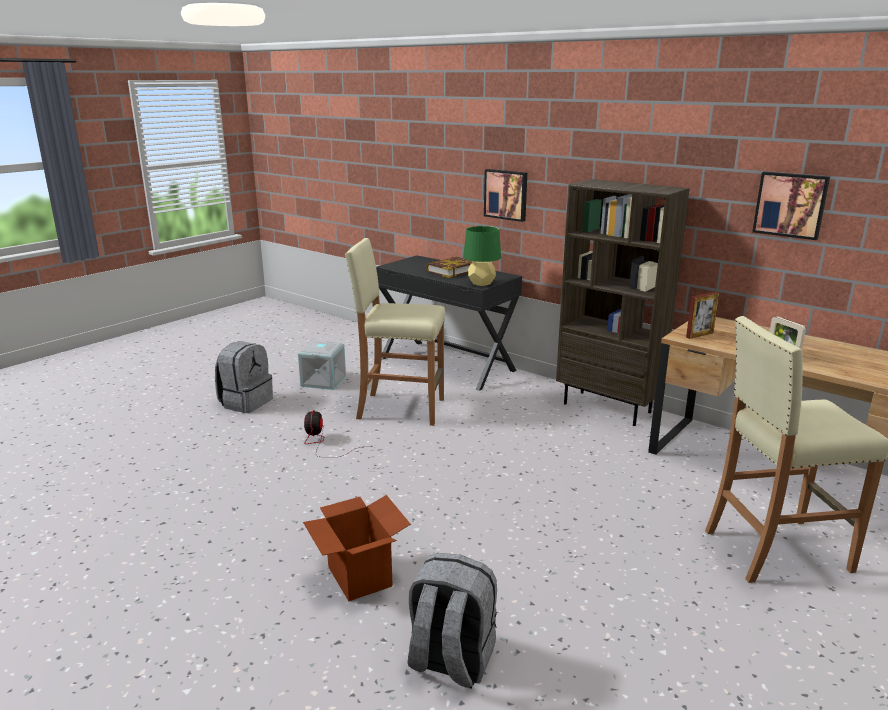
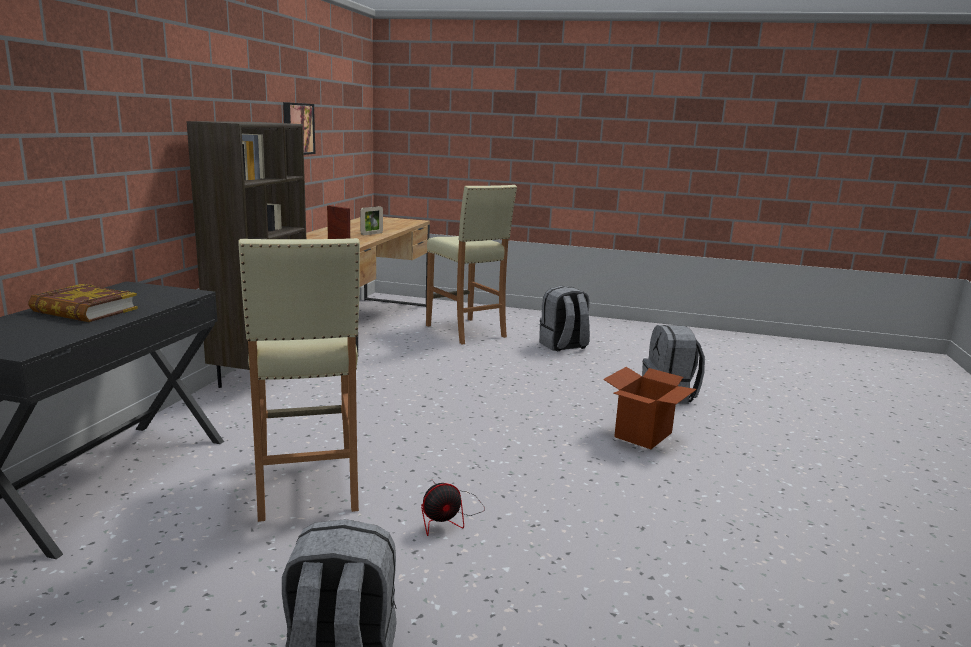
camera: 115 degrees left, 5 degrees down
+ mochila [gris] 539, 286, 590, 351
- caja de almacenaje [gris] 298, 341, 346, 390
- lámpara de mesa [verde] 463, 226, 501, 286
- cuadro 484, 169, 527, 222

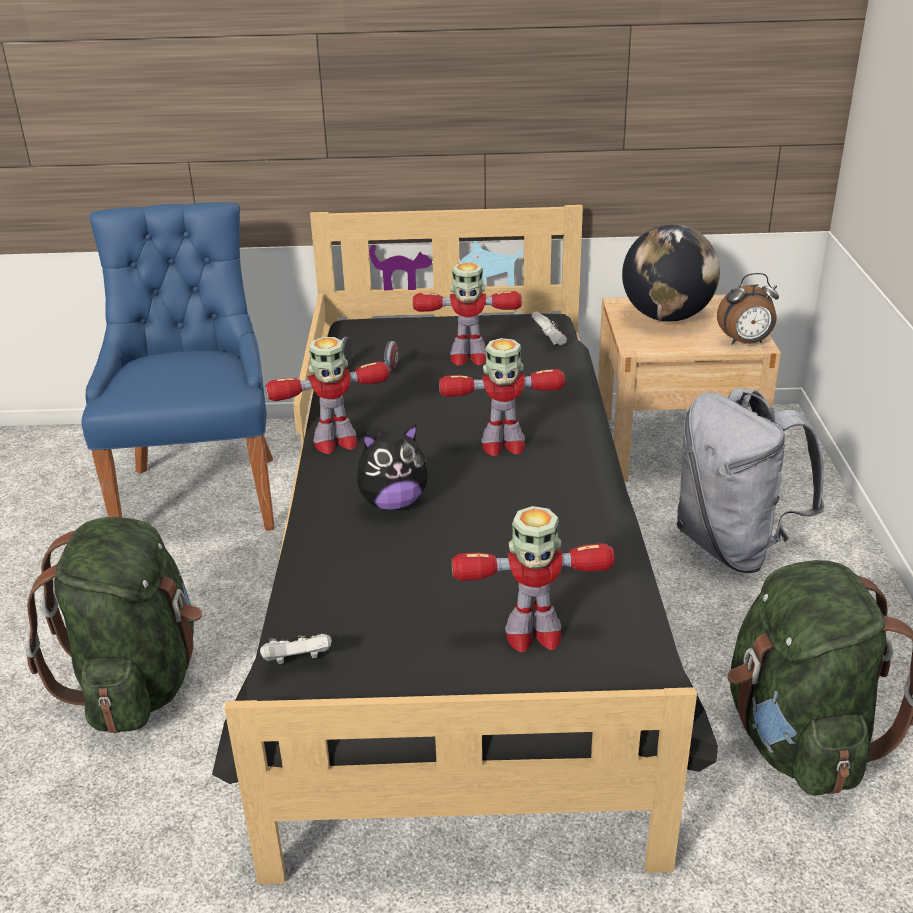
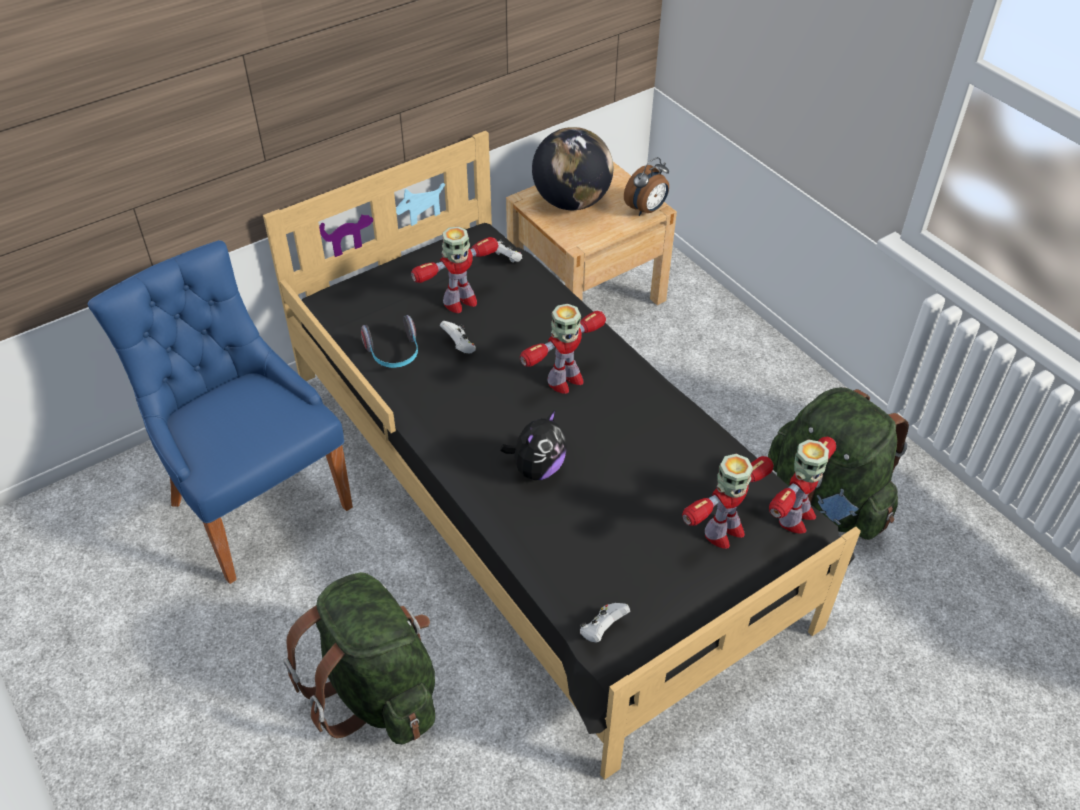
camera: 35 degrees left, 15 degrees up
+ mando de consola [blanco] 440, 321, 476, 353
~ robot de juguete 266, 337, 390, 454 to 769, 437, 836, 533
- mochila [gris] 677, 388, 824, 573

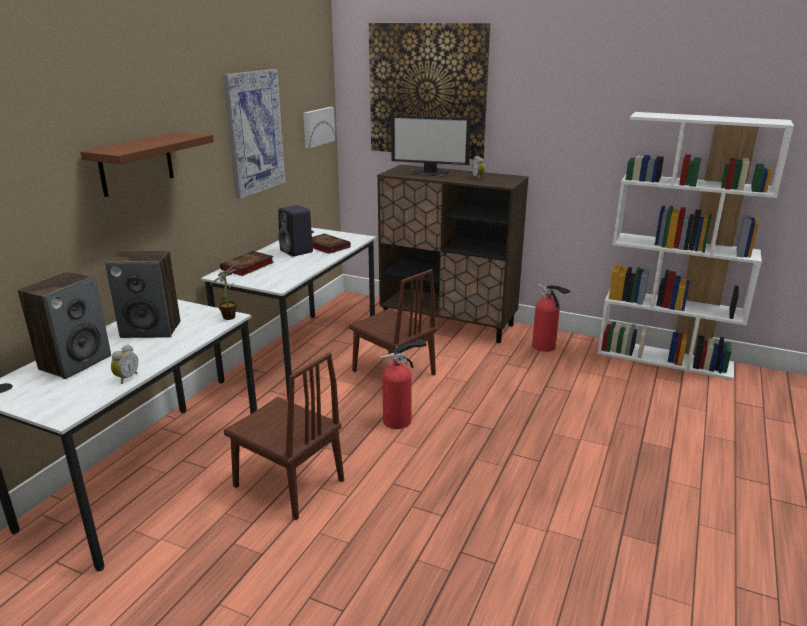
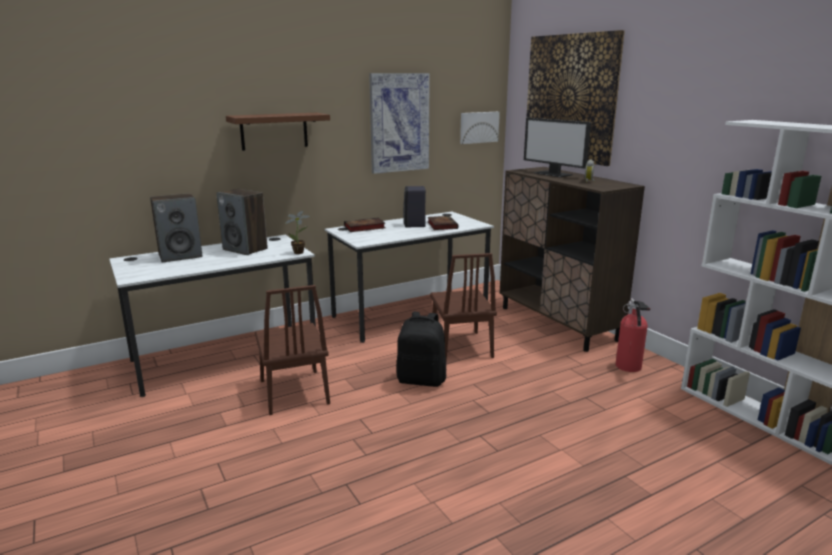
camera: 35 degrees right, 5 degrees down
~ extintor 379, 339, 426, 429 to mochila [negro] 396, 312, 446, 387
- despertador 111, 345, 138, 384

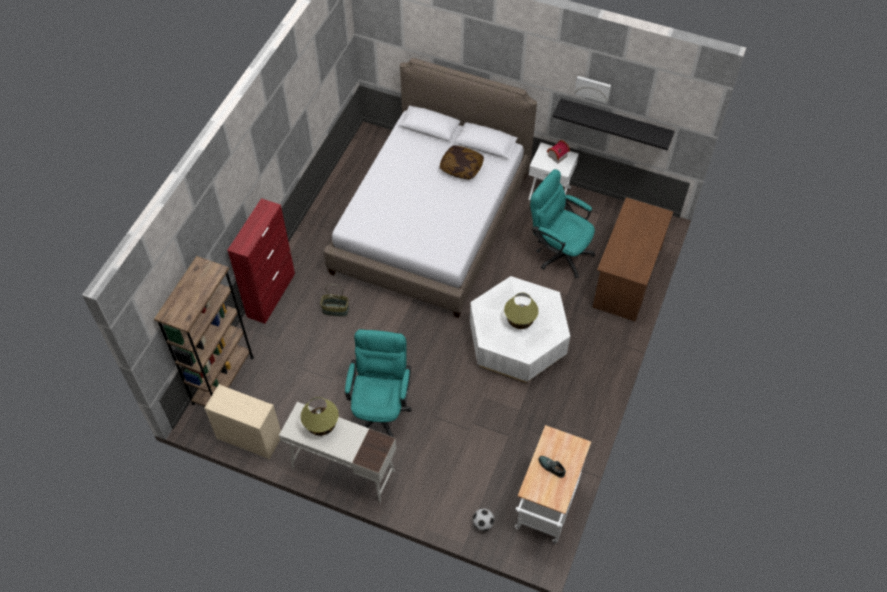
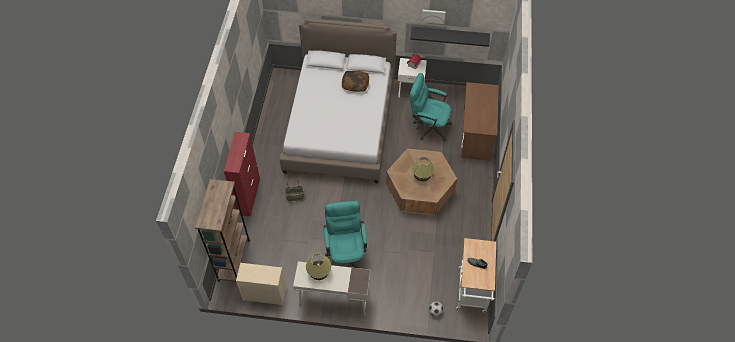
camera: 15 degrees left, 0 degrees up
~ mesa de centro [blanco] 470, 276, 570, 383 to mesa de centro [marrón] 386, 148, 457, 215

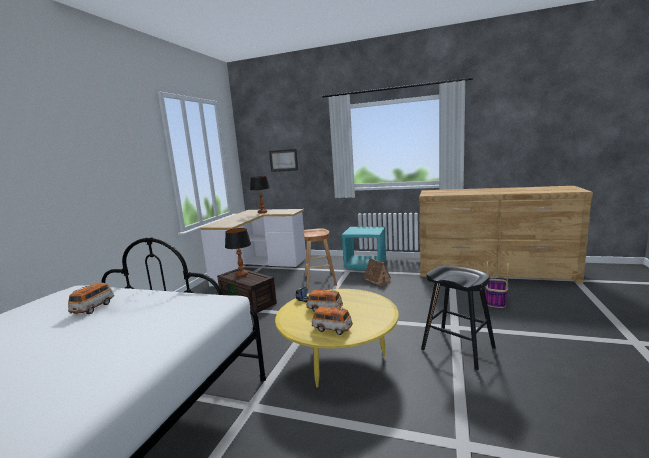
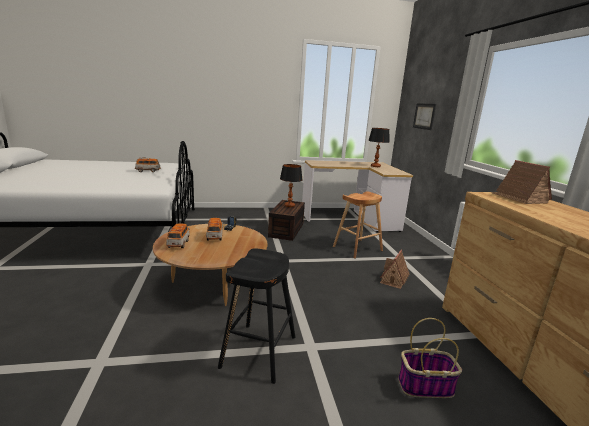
camera: 60 degrees right, 5 degrees up
~ mesa de centro [amarillo] 275, 289, 399, 388 to mesa de centro [marrón] 153, 224, 267, 306
+ casita 494, 160, 552, 204
- mesita de noche [turquesa] 342, 227, 386, 271

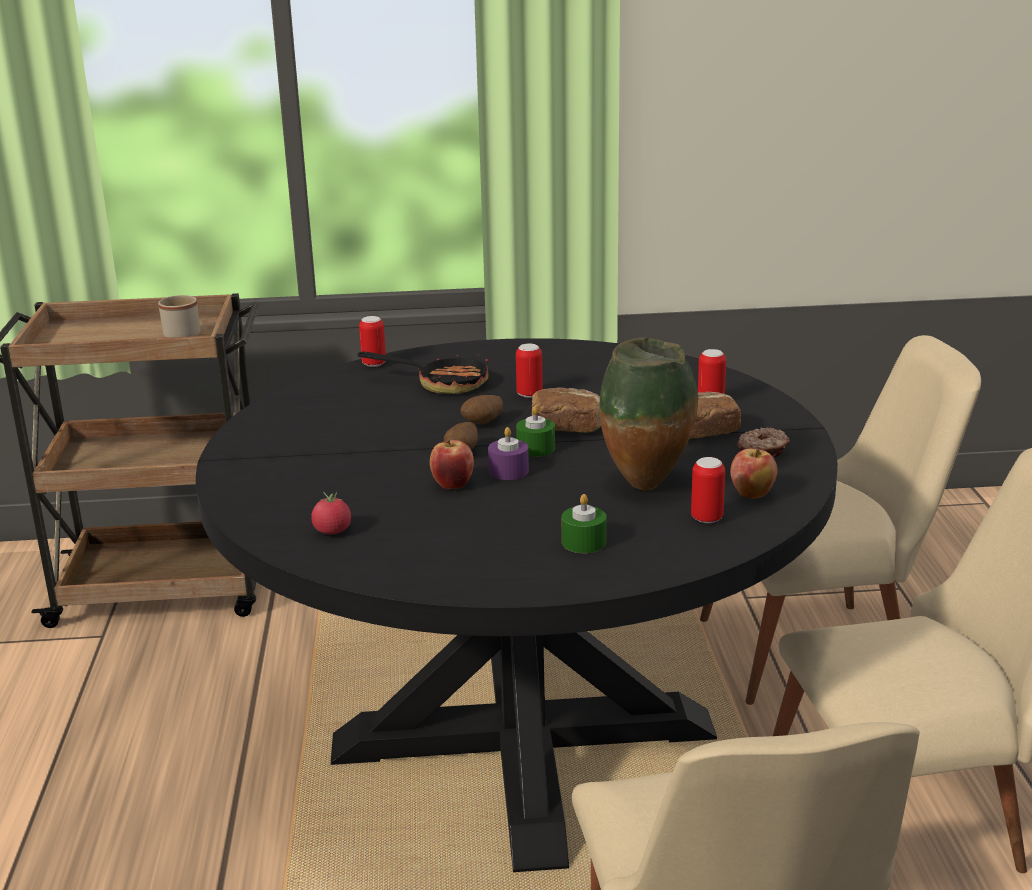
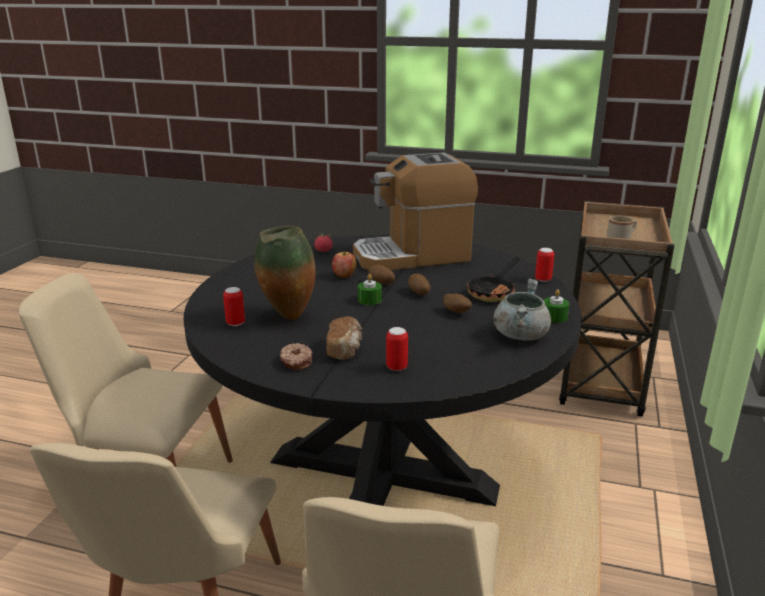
camera: 110 degrees right, 0 degrees up
+ cafetera 353, 153, 478, 270
~ lata 516, 343, 543, 398 to patata 443, 294, 472, 313
+ olla [gris] 493, 279, 551, 341
~ vela [verde] 562, 494, 606, 553 to 544, 289, 569, 323
- vela [morado] 488, 427, 529, 480
- pan 532, 388, 601, 433
- manzana 730, 448, 778, 499

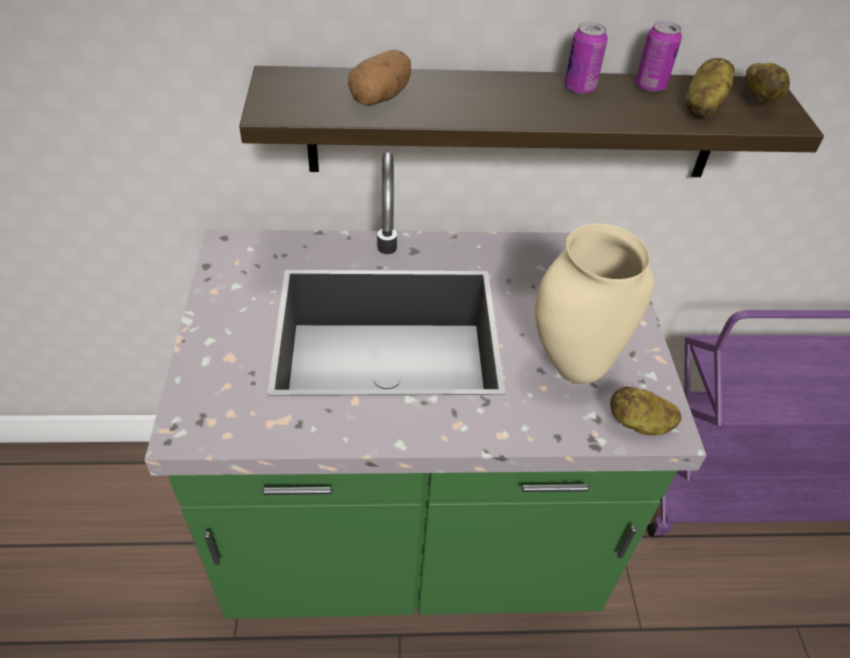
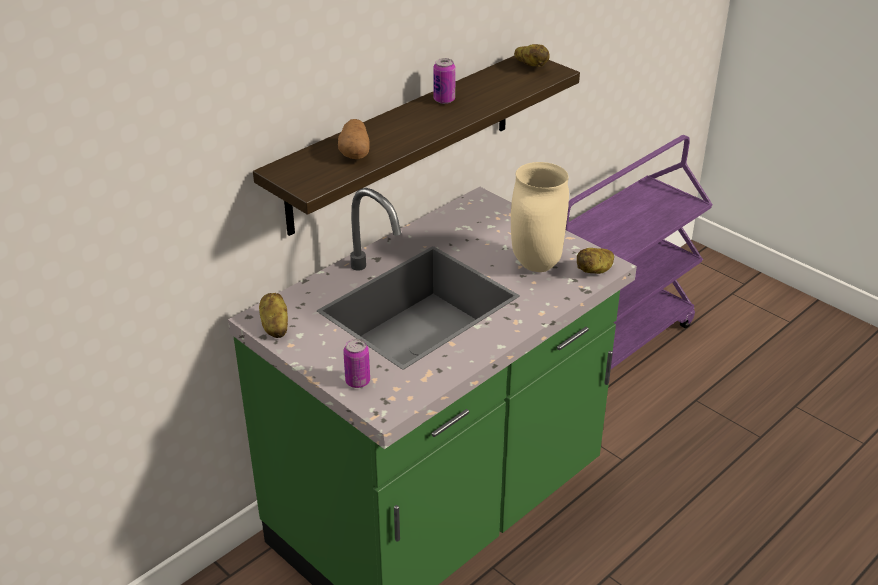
camera: 40 degrees left, 10 degrees down
~ patata 686, 58, 735, 118 to 259, 293, 288, 338
~ lata 635, 21, 682, 92 to 343, 339, 370, 388

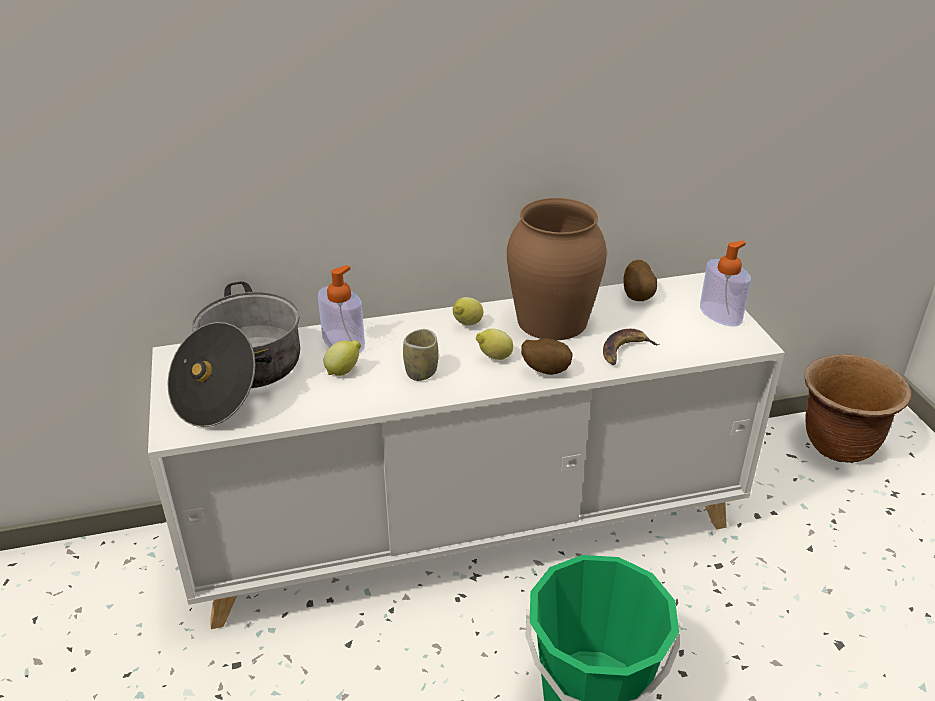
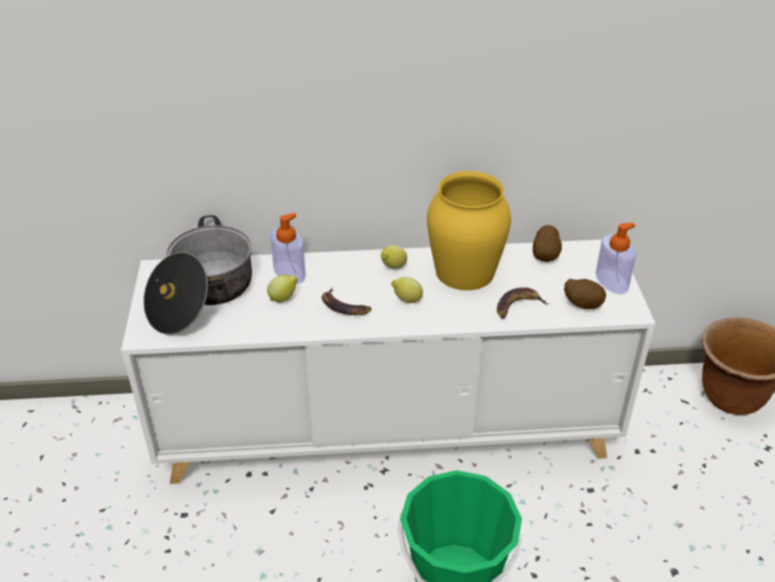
camera: 10 degrees right, 5 degrees up
~ taza 403, 329, 439, 381 to plátano 322, 288, 372, 315
~ florero [marrón] 507, 198, 607, 340 to florero [amarillo] 427, 171, 511, 290
~ patata 521, 338, 573, 375 to 564, 279, 606, 309

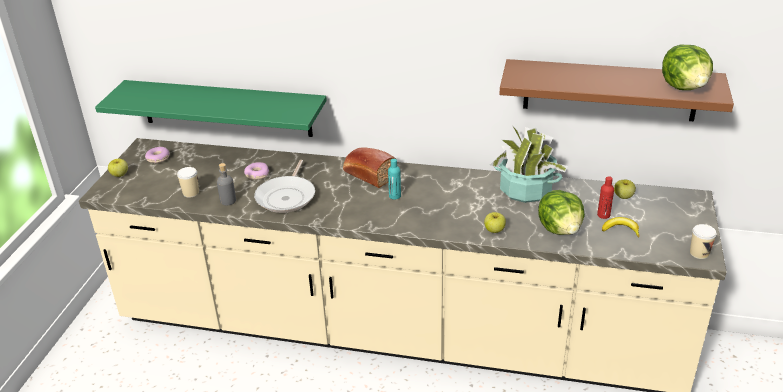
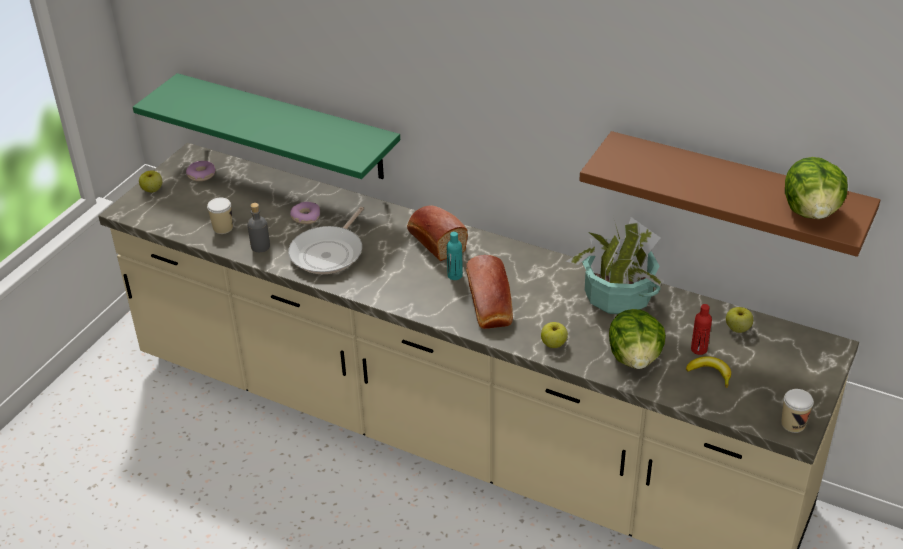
camera: 15 degrees right, 5 degrees up
+ pan 466, 255, 513, 329

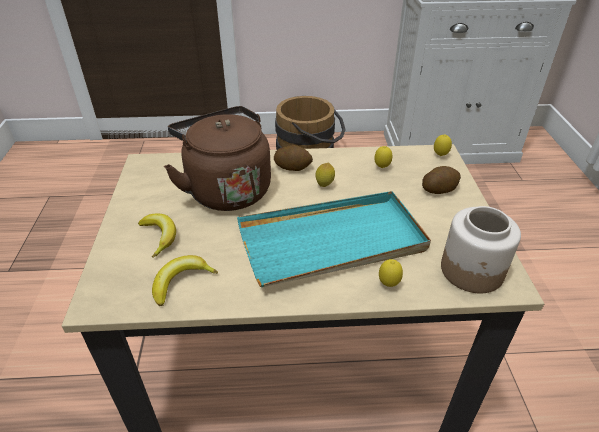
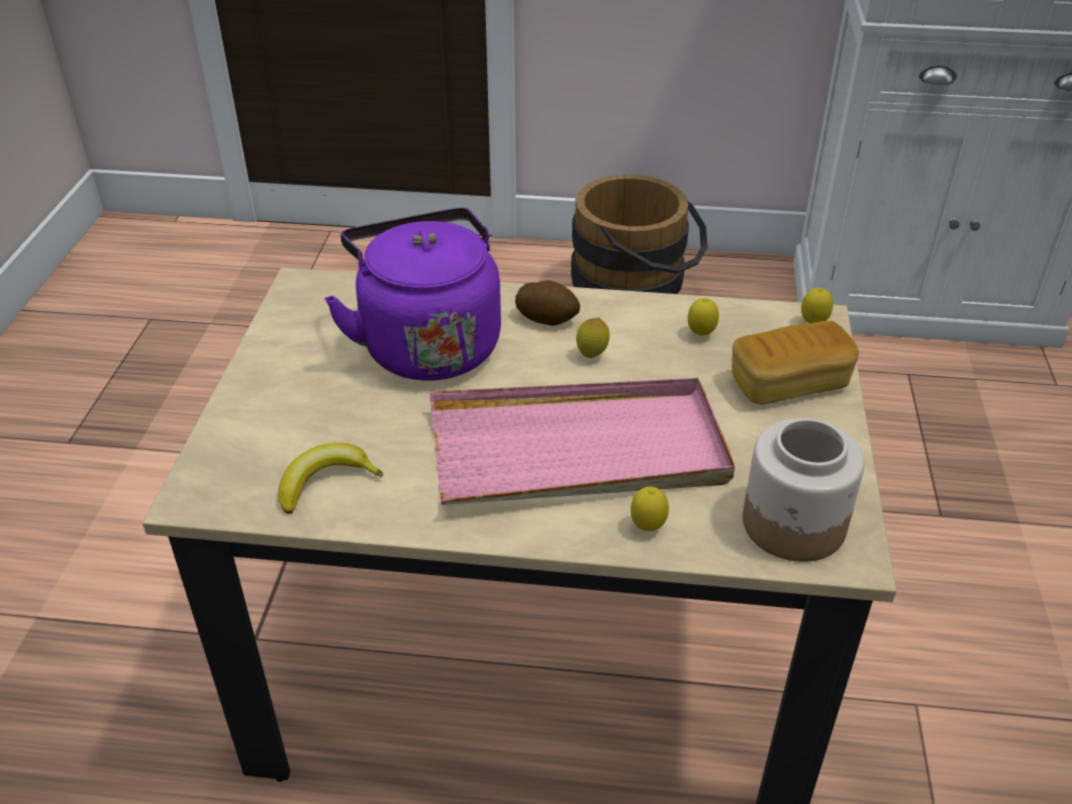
camera: 10 degrees right, 0 degrees up
~ hervidor [marrón] 164, 106, 271, 211 to hervidor [morado] 324, 208, 501, 381
~ bandeja [turquesa] 237, 191, 431, 287 to bandeja [rosa] 430, 378, 735, 505
~ patata 422, 166, 461, 194 to pan 732, 321, 859, 405
- plátano 138, 214, 176, 258

